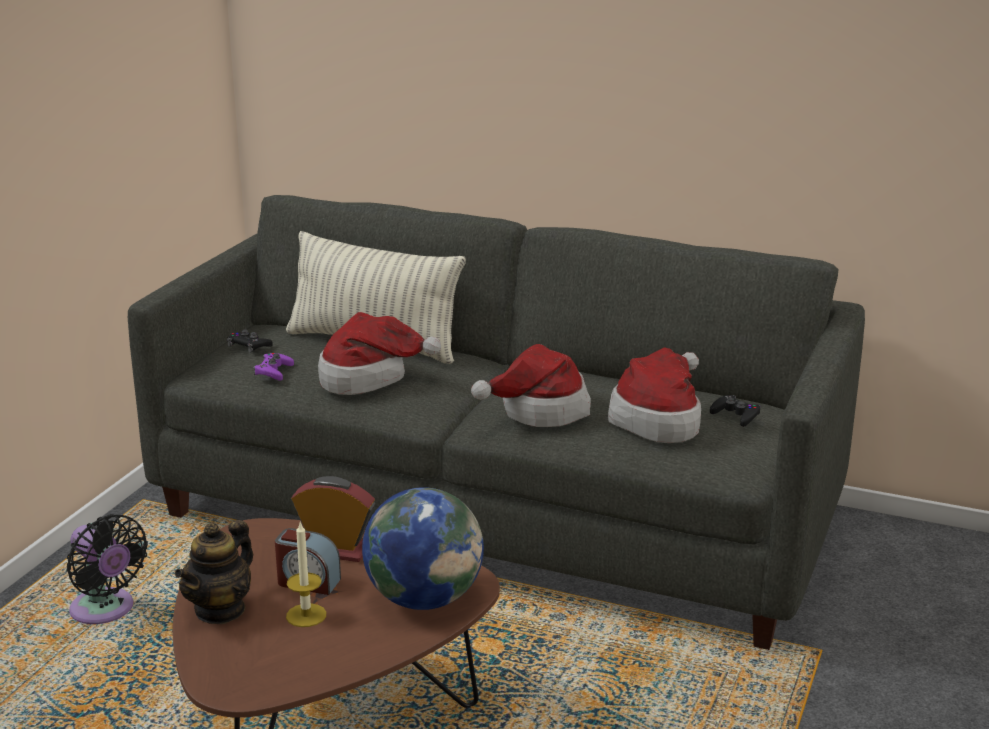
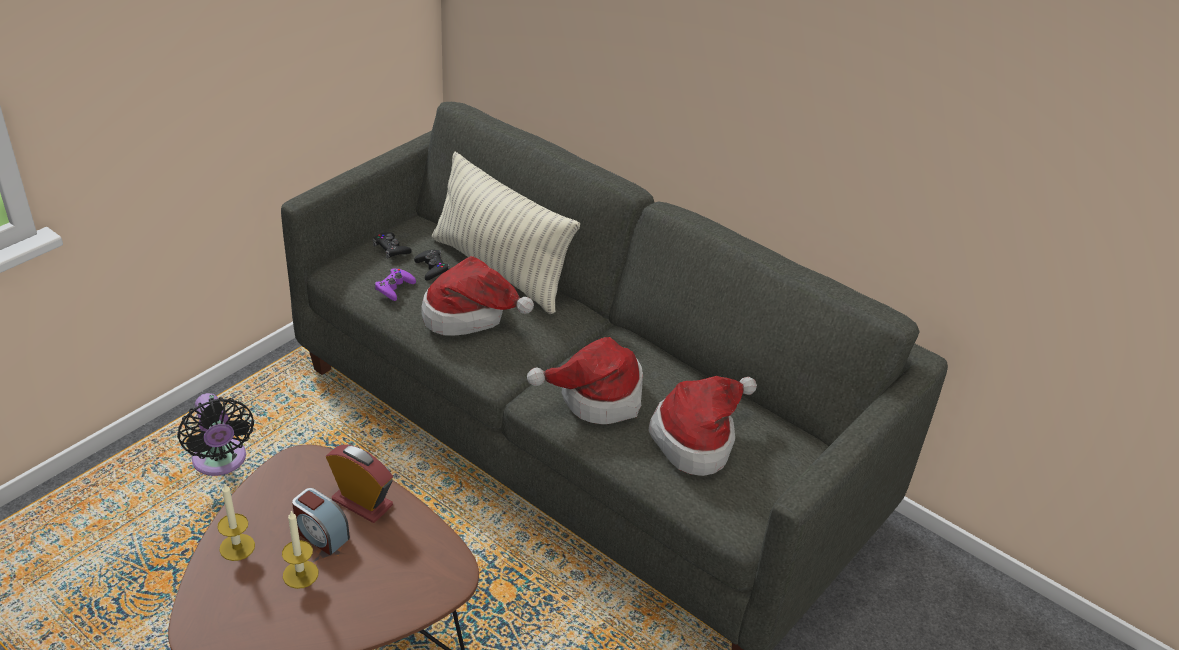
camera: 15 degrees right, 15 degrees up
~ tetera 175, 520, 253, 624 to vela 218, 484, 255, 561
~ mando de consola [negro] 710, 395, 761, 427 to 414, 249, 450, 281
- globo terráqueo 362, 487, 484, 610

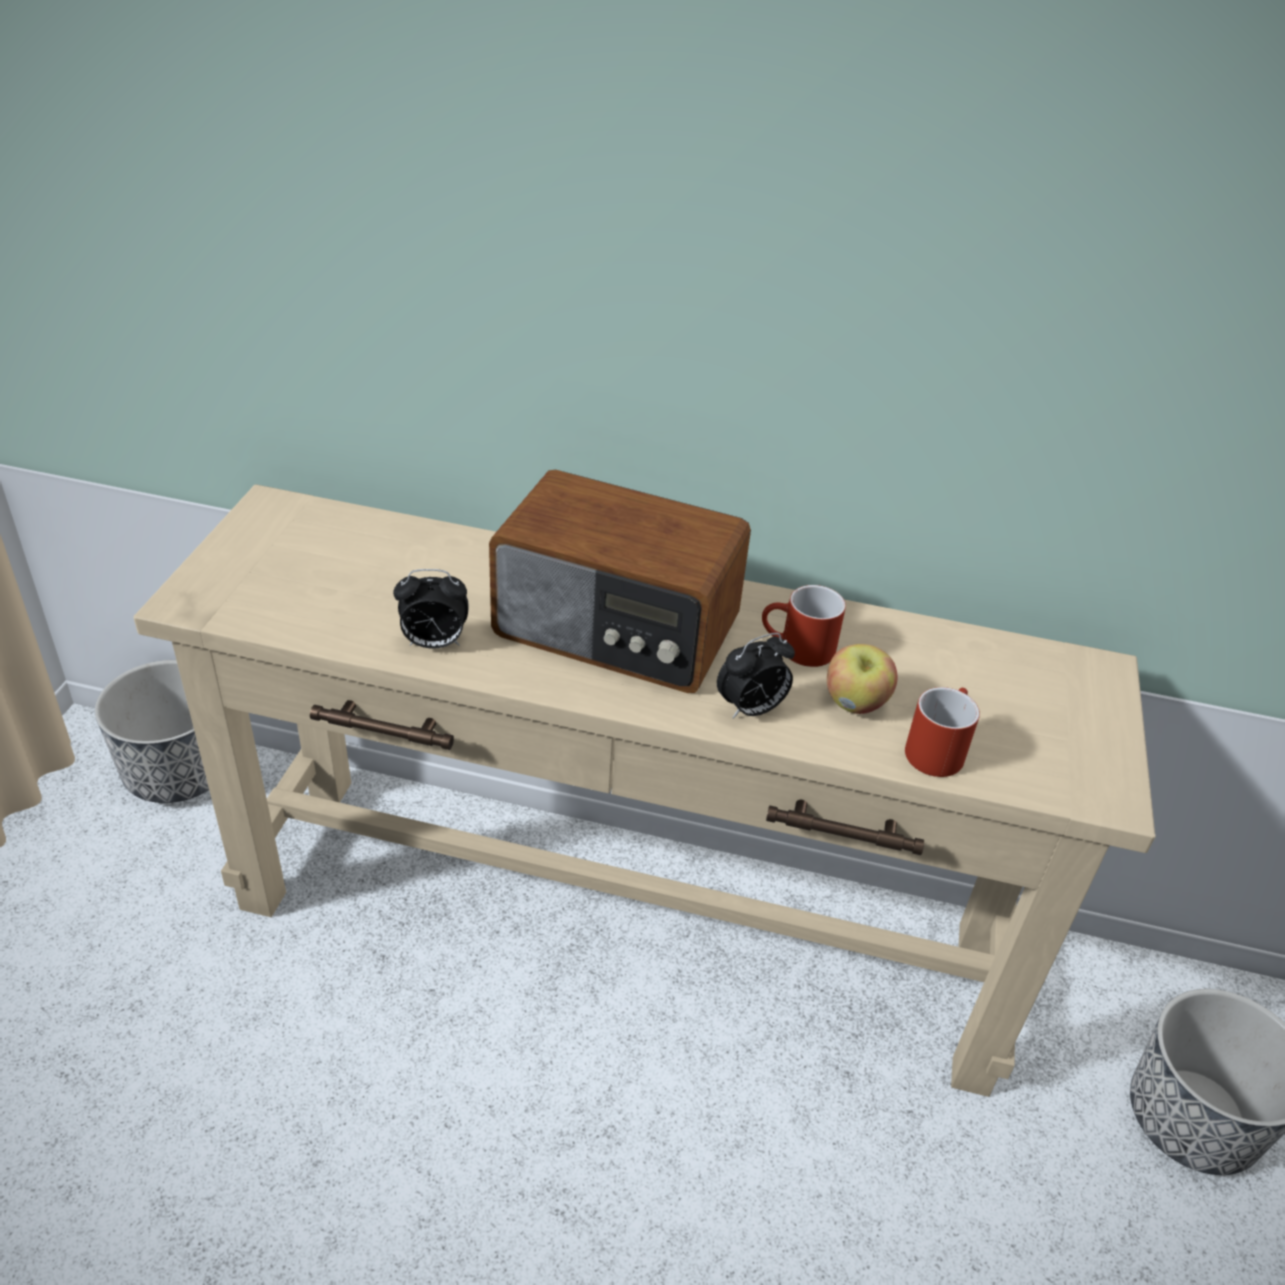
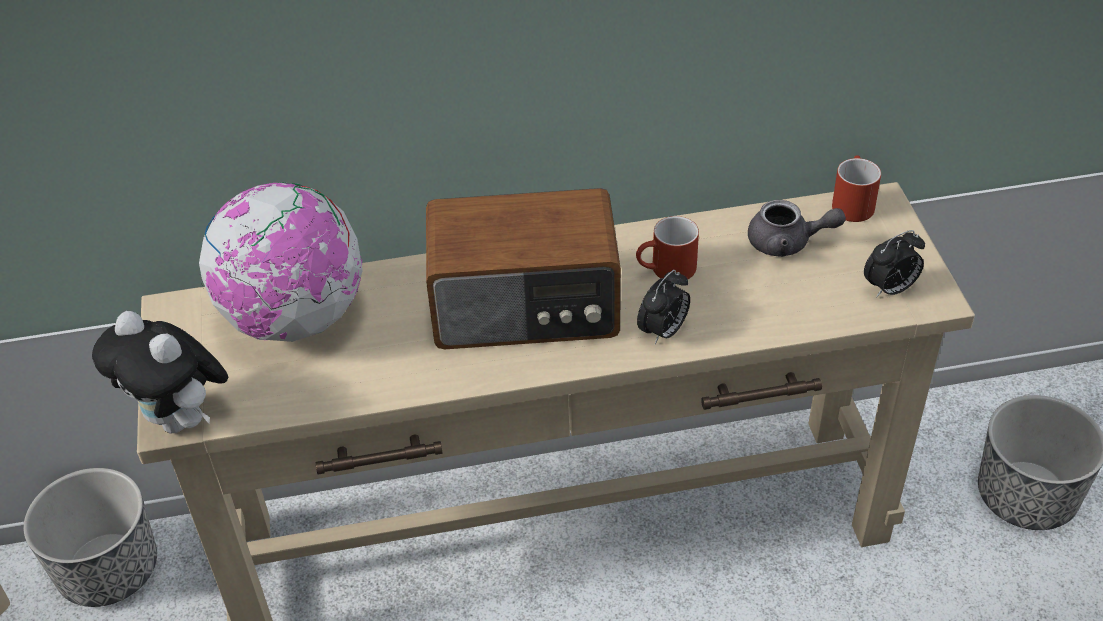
camera: 20 degrees left, 5 degrees up
+ peluche 92, 311, 228, 433
+ globo terráqueo 199, 182, 363, 342
+ tetera [gris] 748, 200, 846, 257
~ taza grande [rojo] 905, 687, 980, 777 to 832, 155, 881, 222
~ despertador 393, 569, 469, 649 to 864, 230, 925, 298
- manzana 827, 644, 898, 714

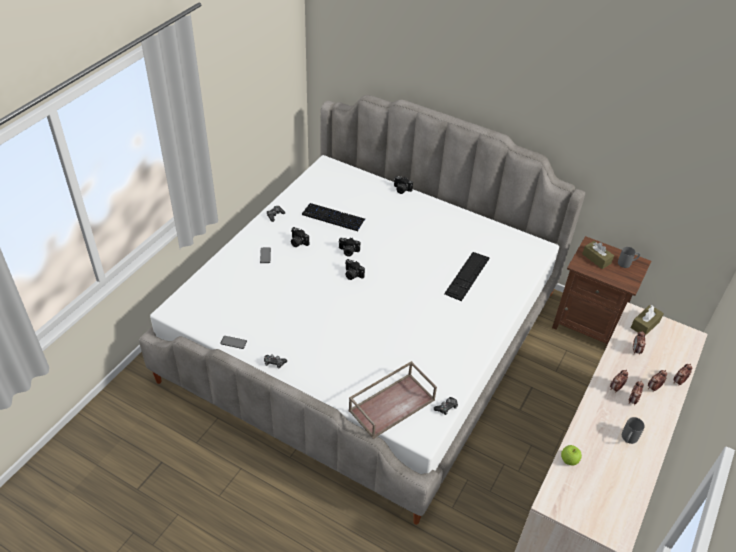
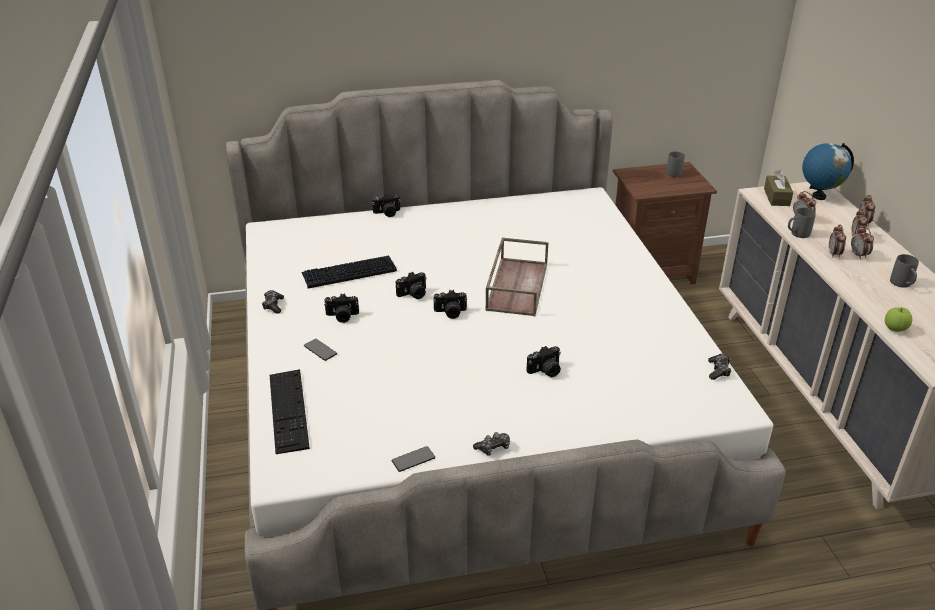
camera: 40 degrees left, 10 degrees down
~ teclado 444, 252, 489, 301 to 270, 369, 310, 454
~ bandeja [marrón] 349, 361, 437, 439 to 485, 237, 548, 316
+ cámara 526, 346, 561, 377
+ taza grande [gris] 788, 208, 816, 238
+ globo terráqueo 802, 143, 854, 200
- caja de pañuelos [marrón] 582, 241, 614, 269

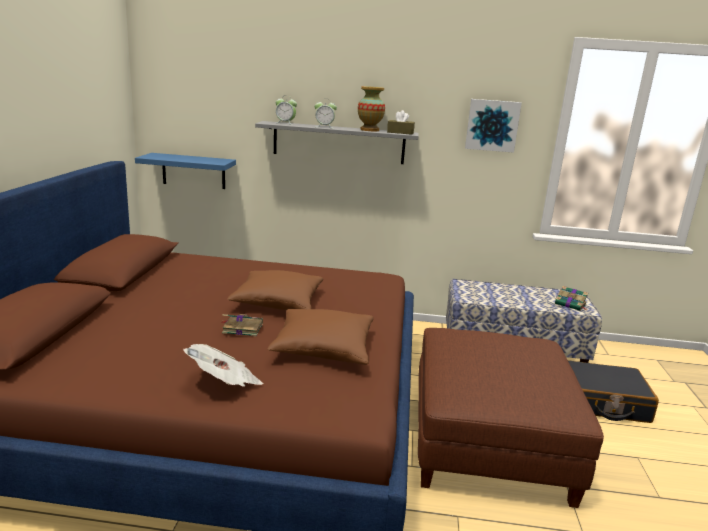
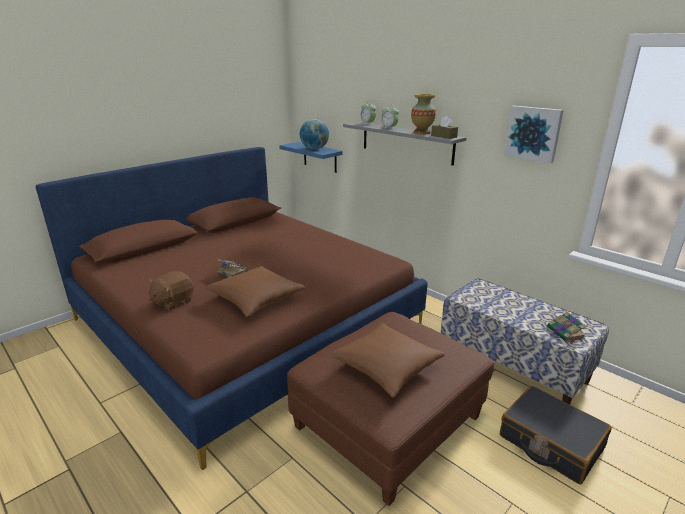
camera: 40 degrees right, 5 degrees up
~ periódico 183, 344, 263, 387 to peluche [marrón] 149, 271, 194, 310
+ globo terráqueo 300, 119, 329, 150
~ cojín [marrón] 227, 270, 323, 310 to 330, 323, 445, 398

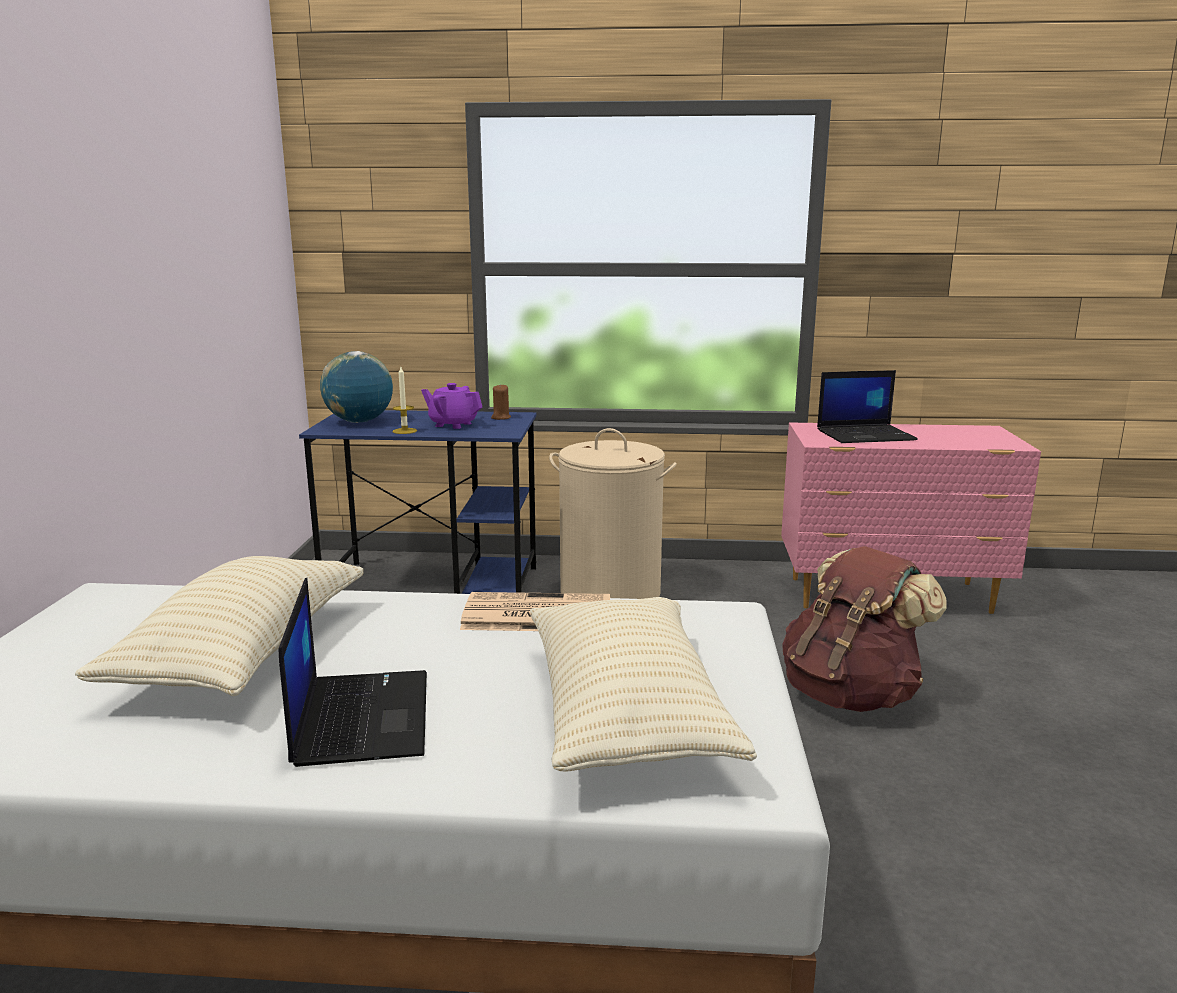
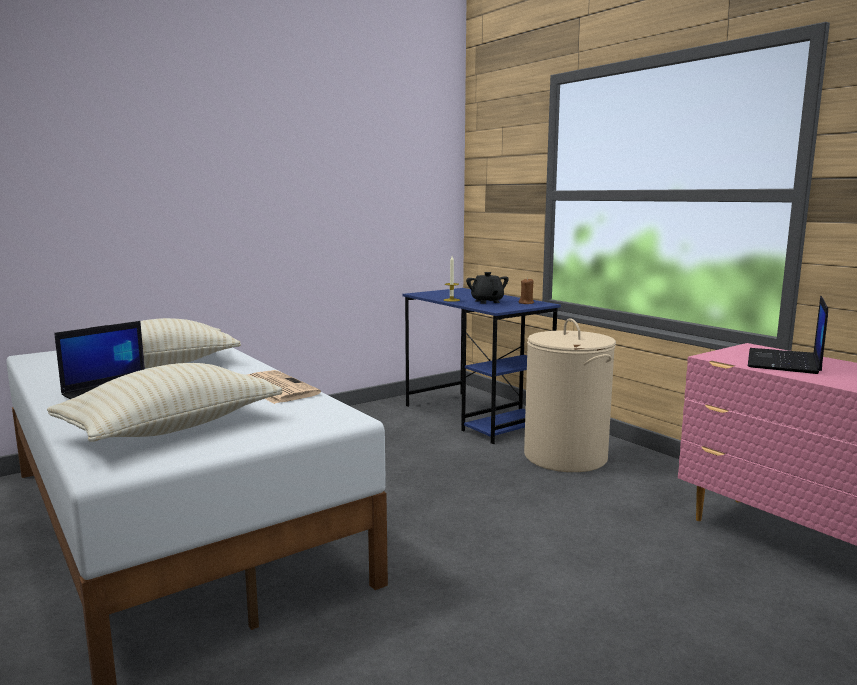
camera: 50 degrees right, 5 degrees down
~ tetera [morado] 421, 383, 482, 429 to tetera [negro] 466, 272, 509, 304
~ portátil 817, 370, 918, 443 = 748, 296, 828, 374 75 degrees clockwise
- globo terráqueo 320, 351, 393, 423
- mochila [marrón] 782, 546, 947, 712

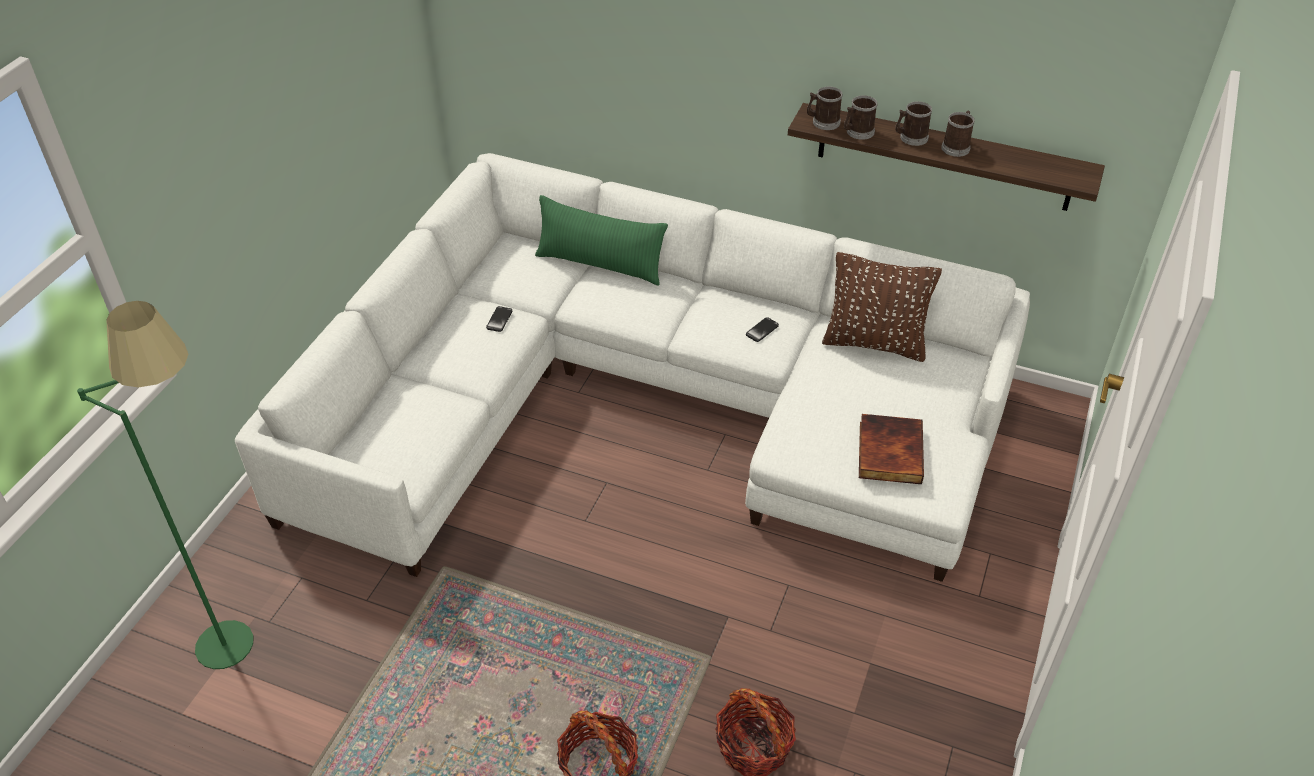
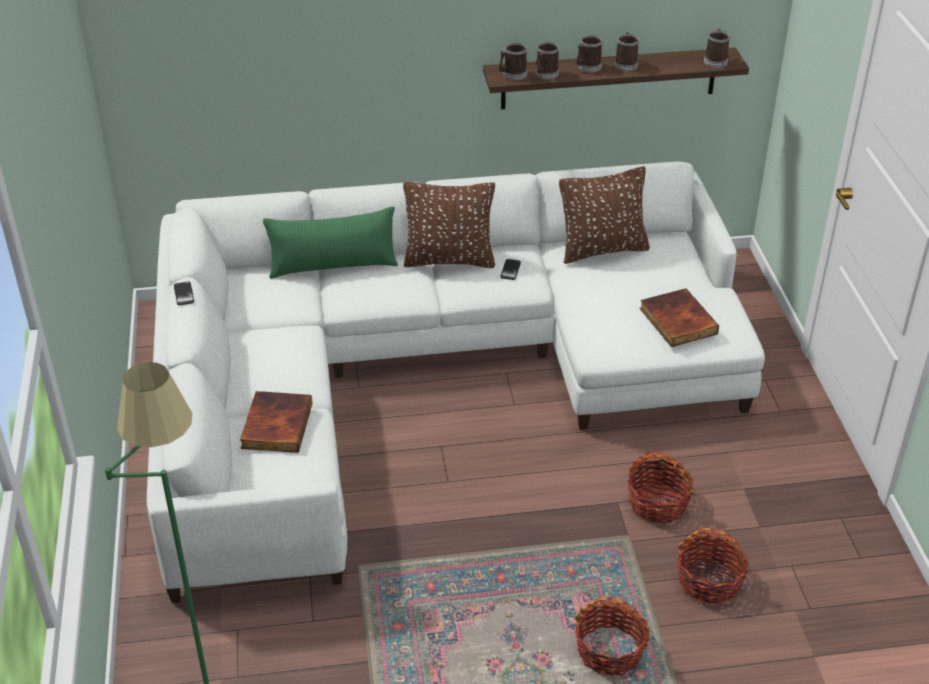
camera: 30 degrees left, 5 degrees down
~ móvil 486, 306, 512, 332 to 174, 281, 194, 305
+ libro 240, 391, 312, 453
+ cojín [marrón] 403, 182, 495, 268
+ cesta 628, 451, 694, 524
+ taza grande 704, 29, 730, 68

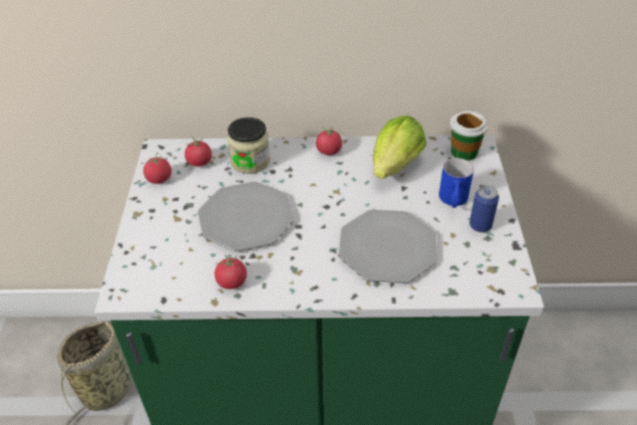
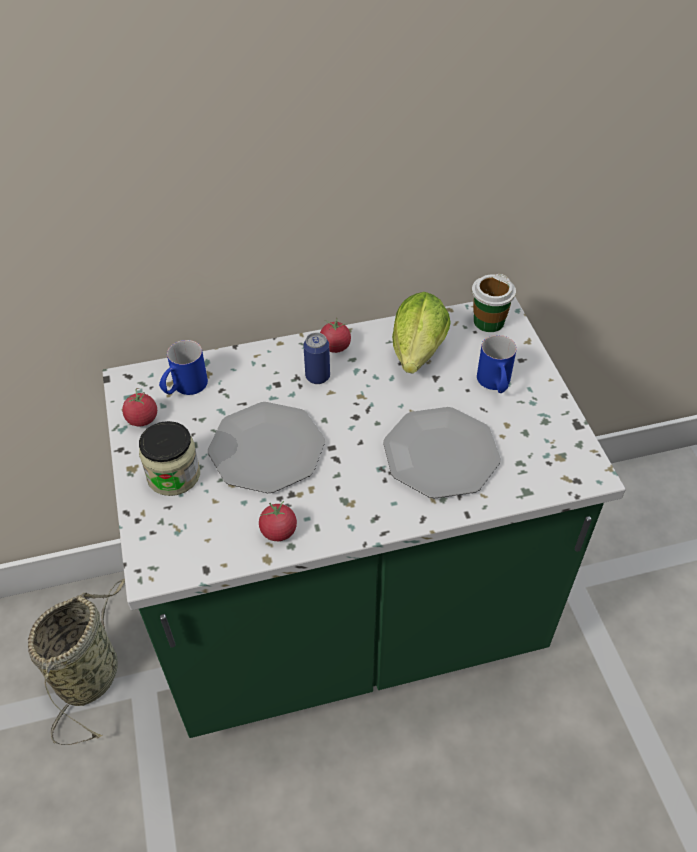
camera: 15 degrees left, 5 degrees up
~ tarro 227, 117, 270, 174 to 139, 421, 200, 496
~ tomate 185, 137, 212, 167 to taza grande [azul] 159, 340, 208, 395
~ lata 469, 185, 499, 232 to 303, 332, 330, 384

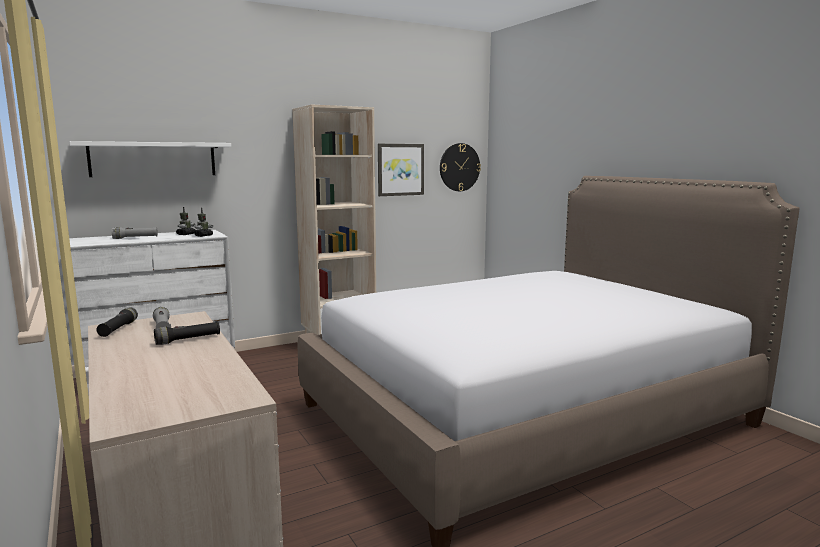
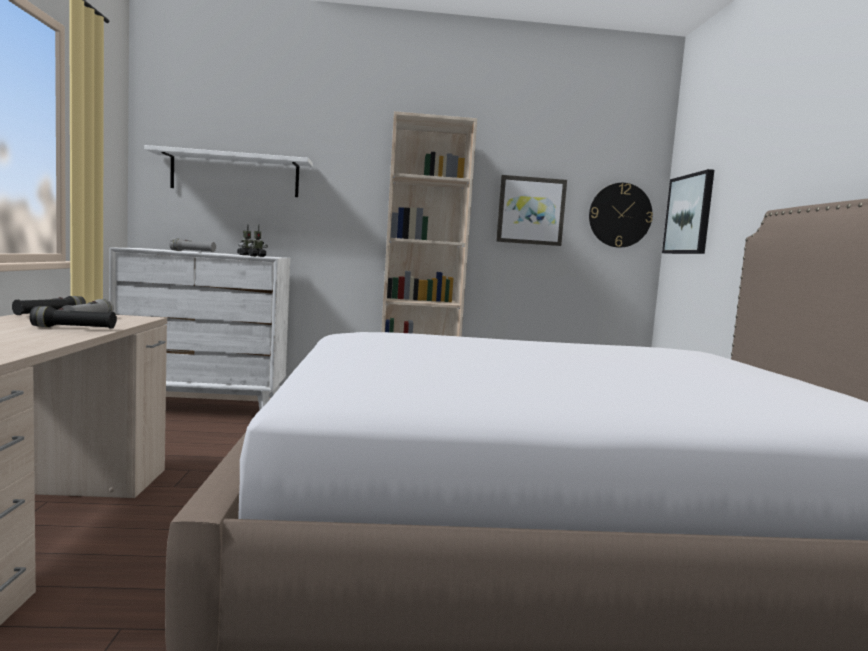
camera: 25 degrees right, 5 degrees down
+ cuadro 662, 169, 714, 254

